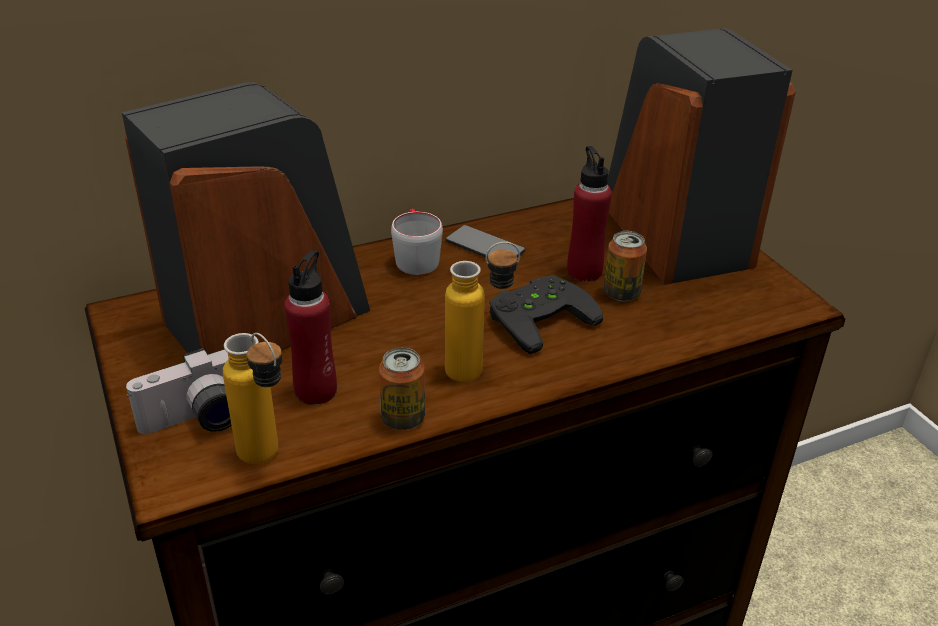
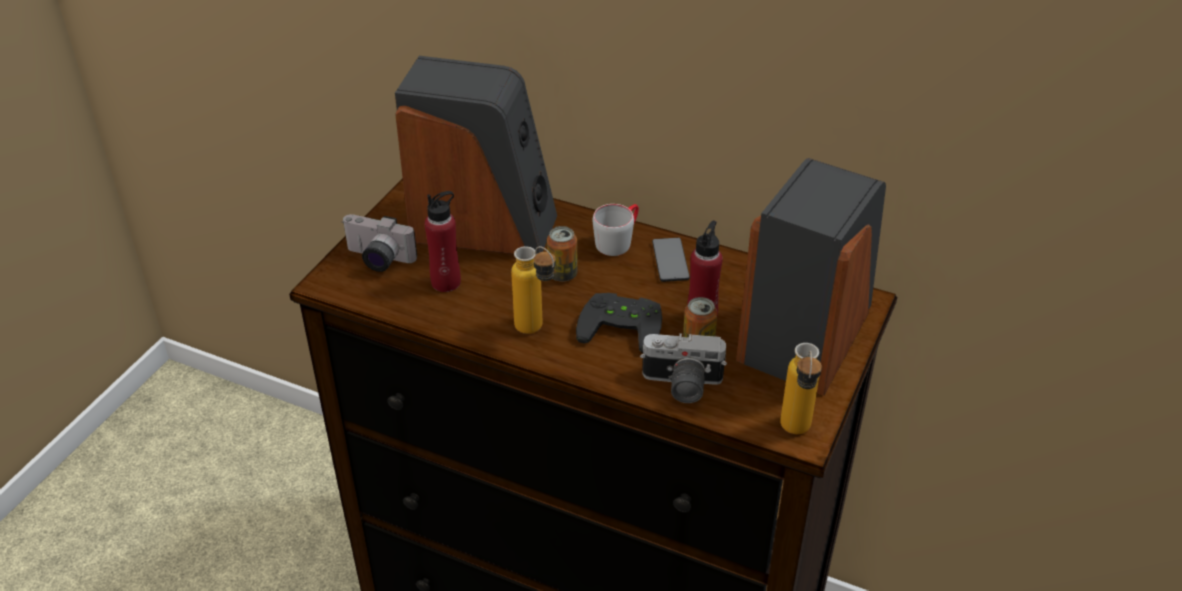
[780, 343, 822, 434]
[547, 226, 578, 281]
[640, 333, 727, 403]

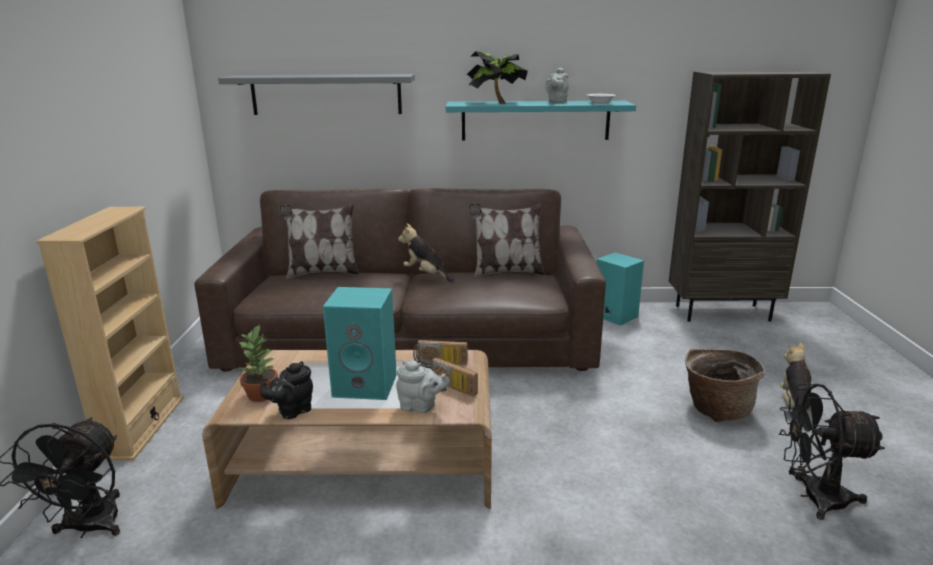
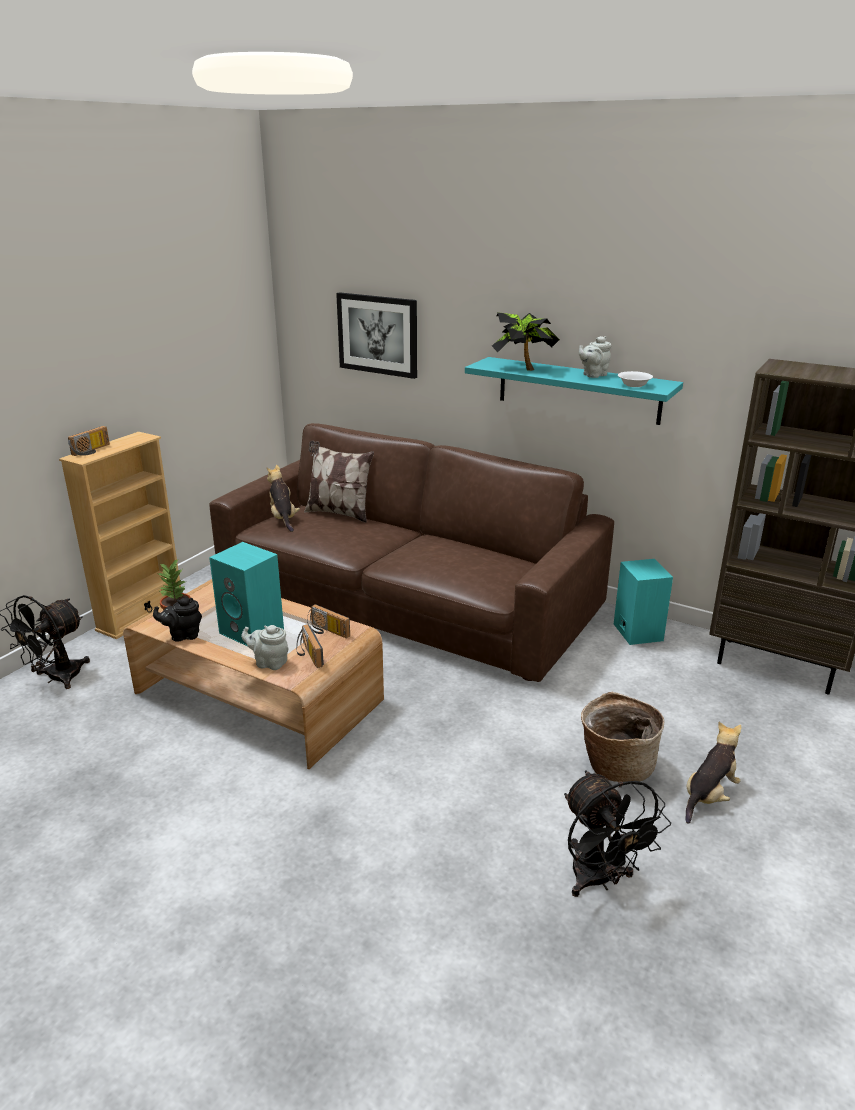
[336, 292, 417, 379]
[241, 625, 288, 670]
[267, 465, 300, 532]
[469, 203, 545, 277] (first image)
[564, 771, 671, 897]
[68, 426, 110, 456]

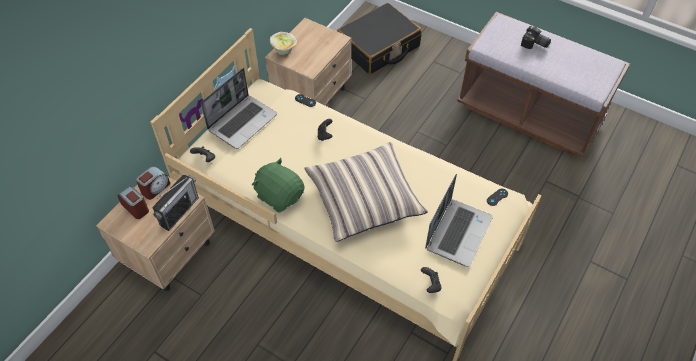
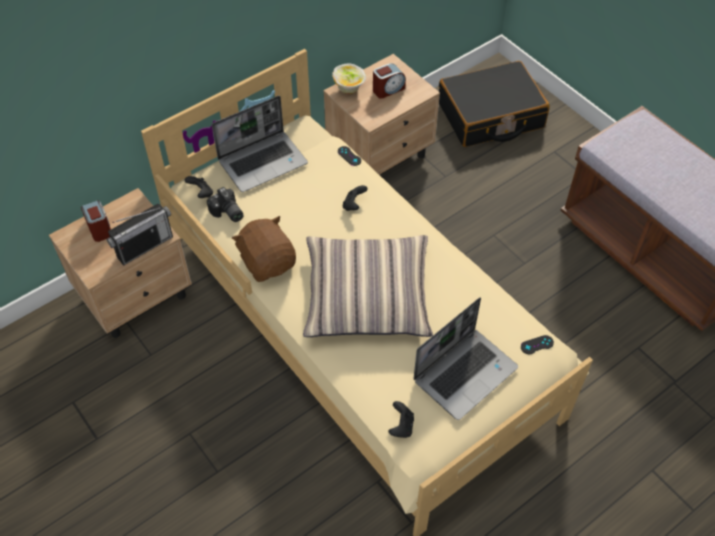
[373, 63, 406, 99]
[232, 216, 296, 282]
[207, 187, 244, 222]

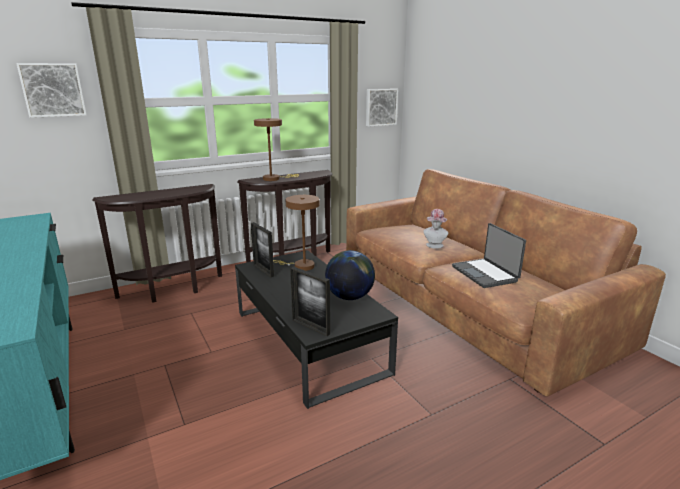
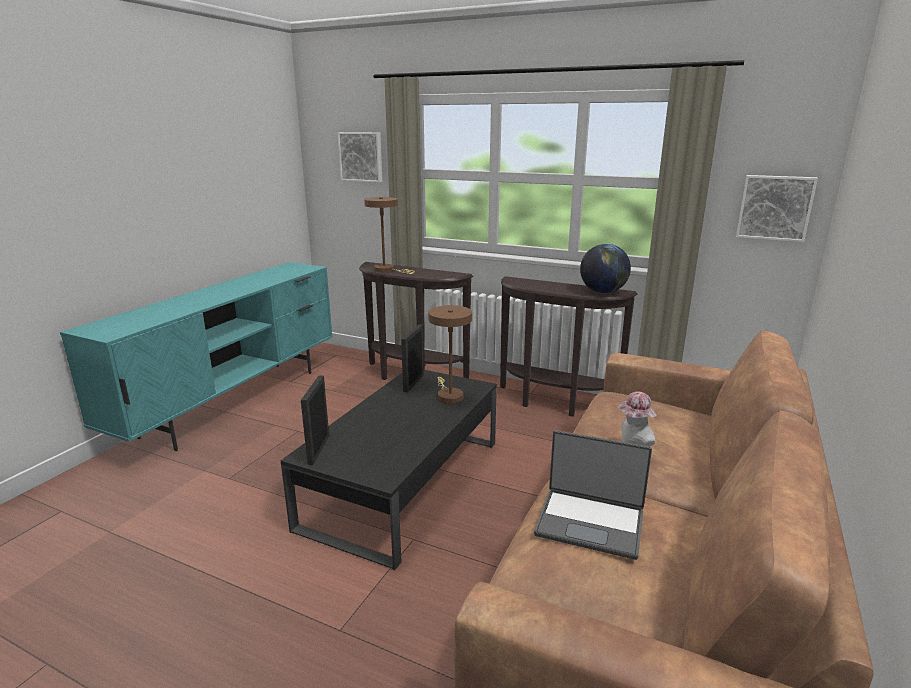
[364, 197, 415, 274]
[580, 244, 631, 293]
[534, 430, 652, 560]

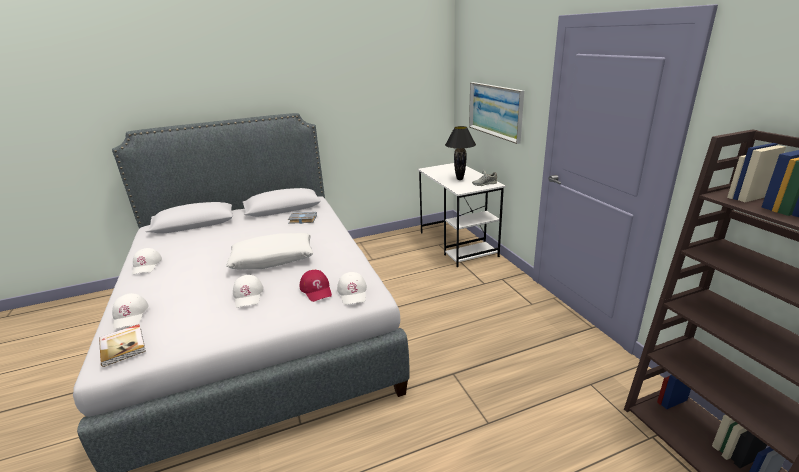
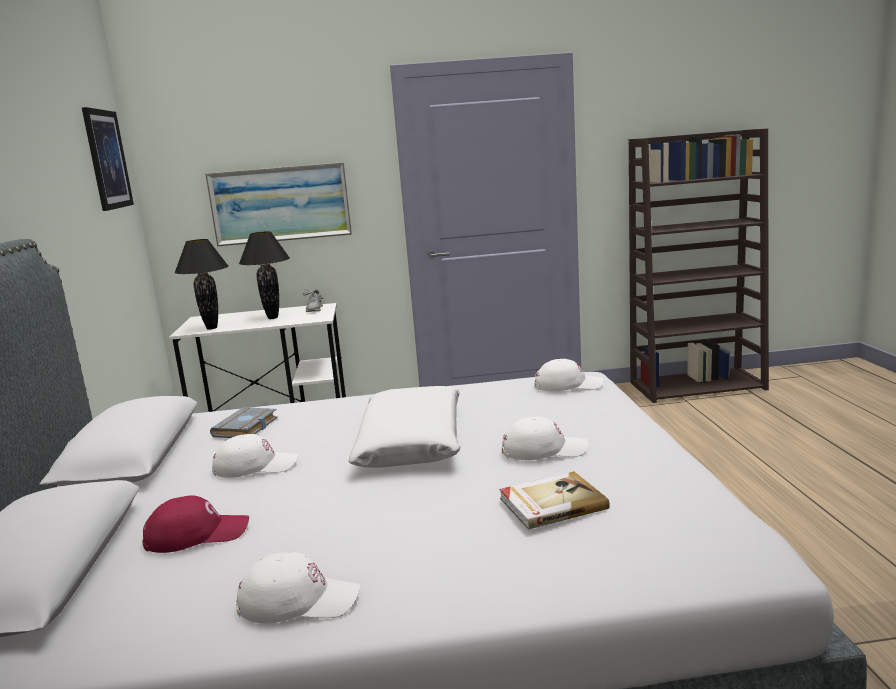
[499, 472, 610, 530]
[212, 434, 298, 478]
[142, 495, 249, 553]
[82, 107, 134, 211]
[174, 239, 228, 330]

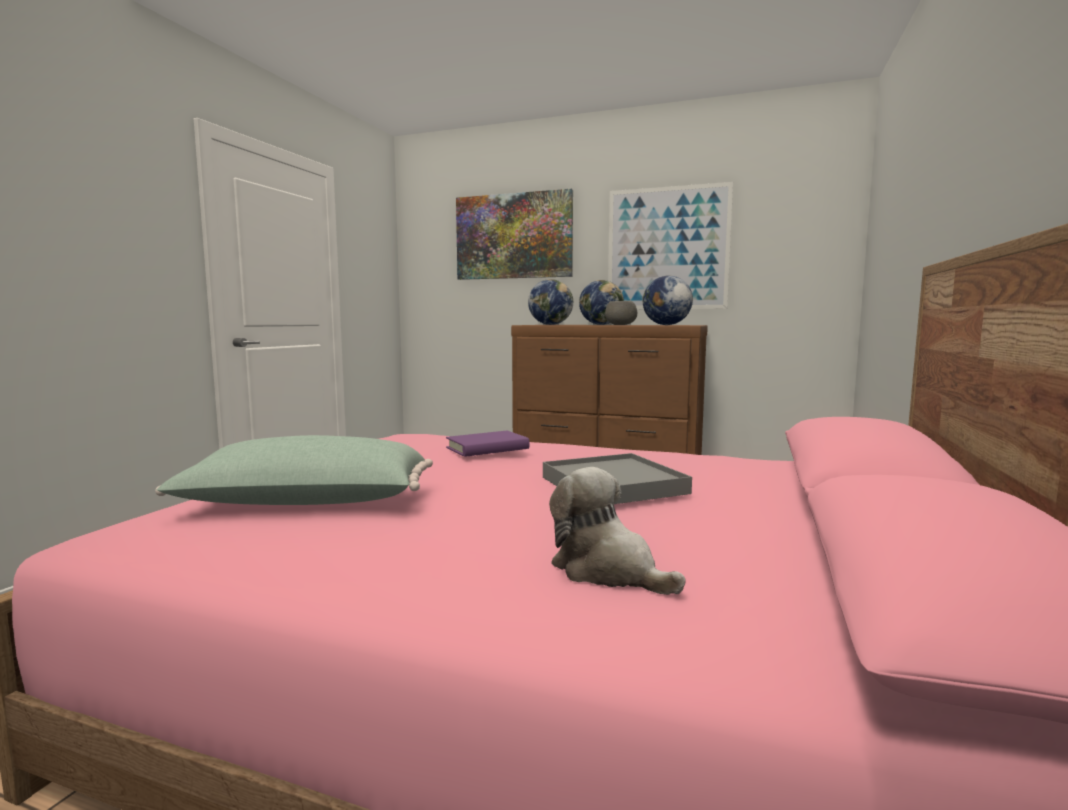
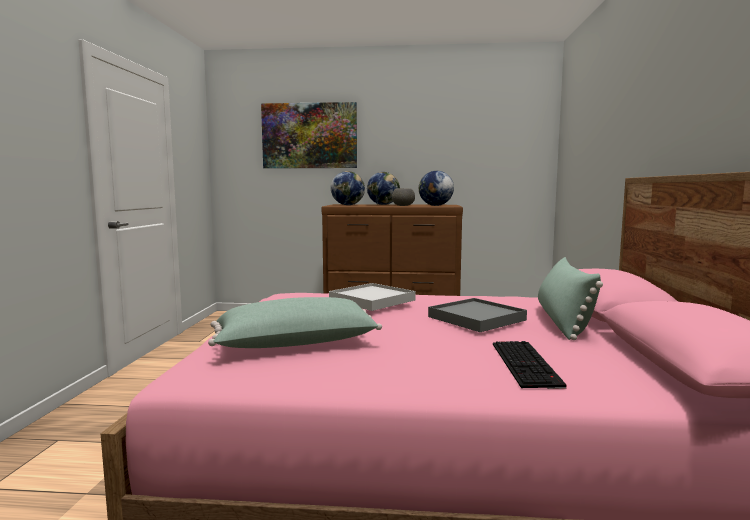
[329, 283, 416, 311]
[493, 341, 567, 389]
[608, 182, 733, 309] (first image)
[538, 257, 603, 340]

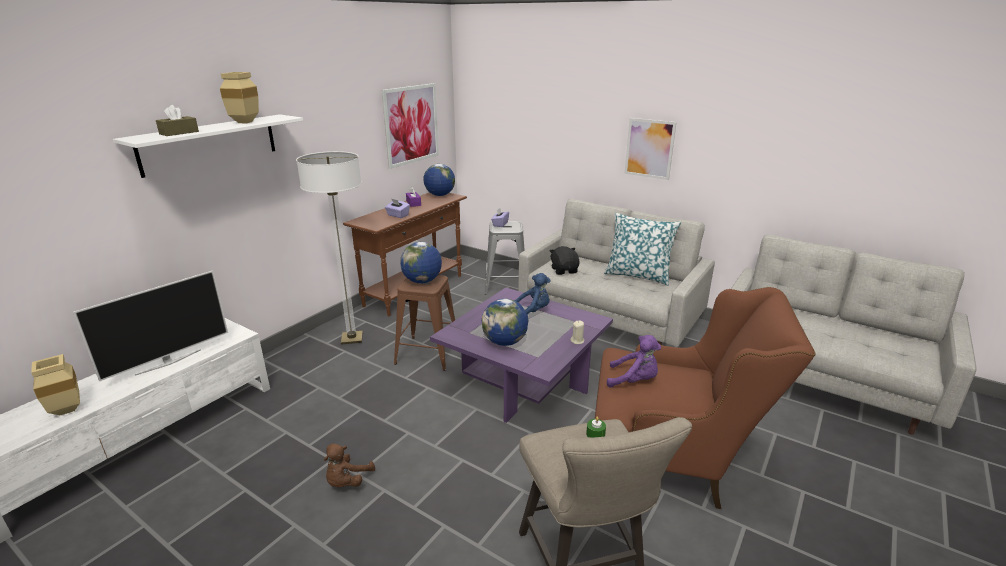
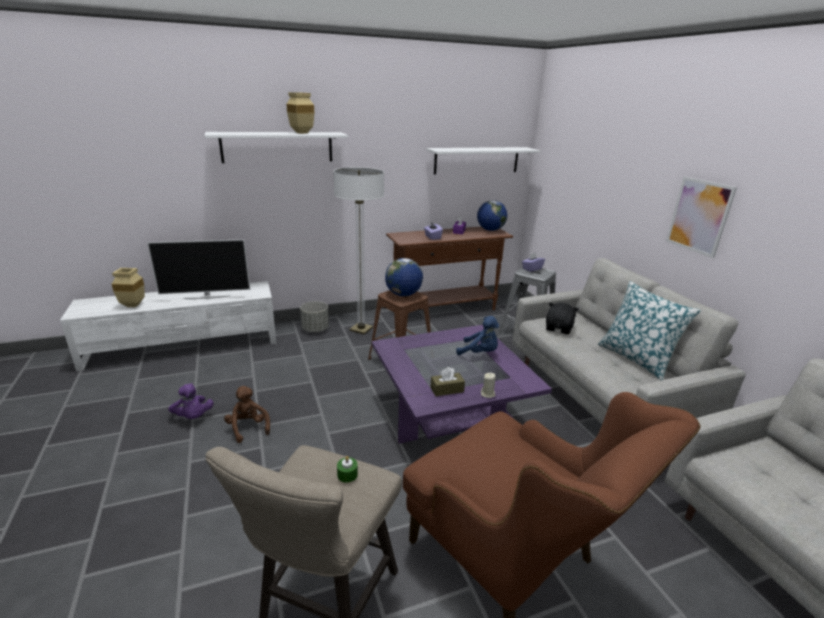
[430, 367, 465, 396]
[224, 386, 270, 443]
[426, 147, 541, 174]
[482, 299, 528, 346] (first image)
[168, 383, 214, 419]
[300, 301, 329, 332]

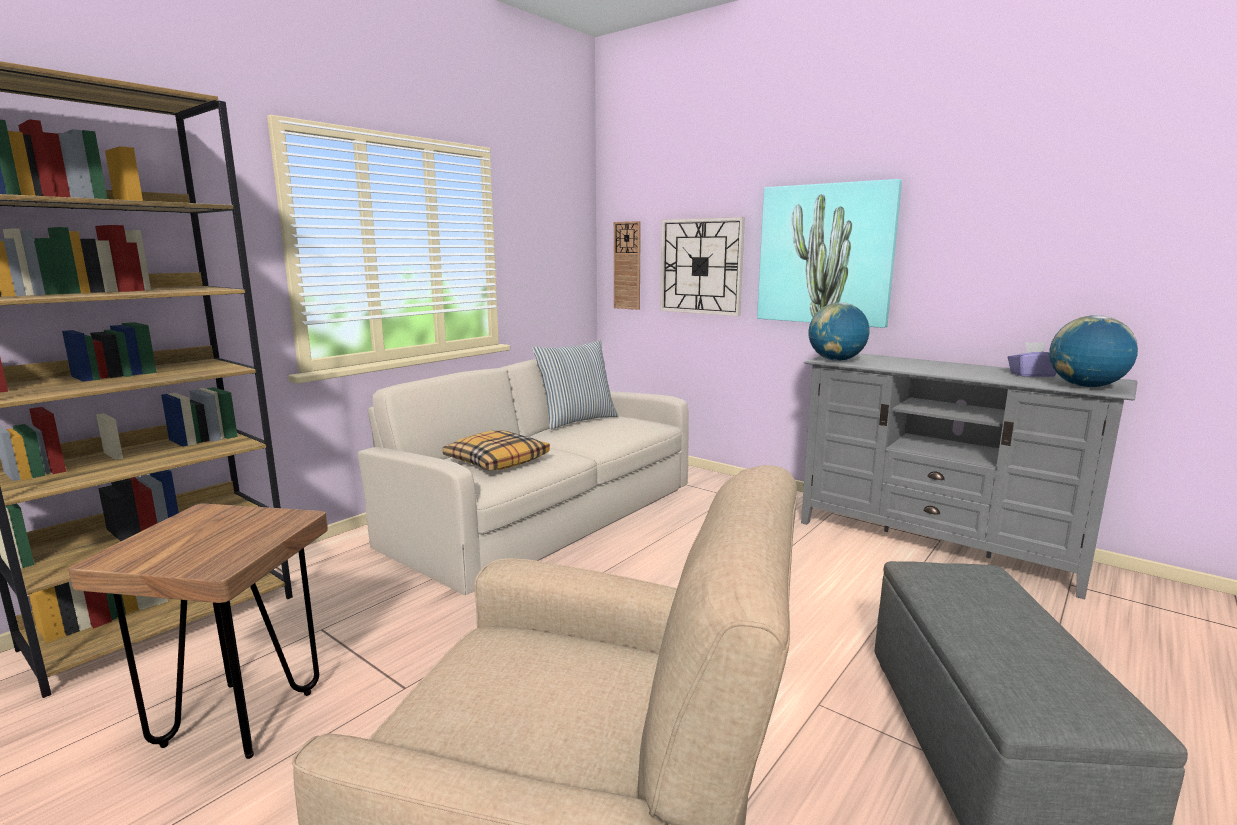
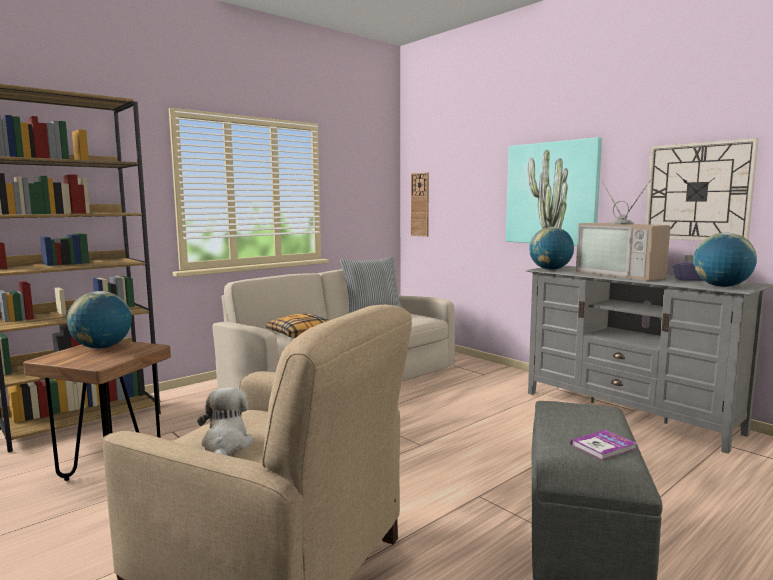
[645, 138, 759, 241]
[67, 291, 132, 349]
[197, 387, 254, 455]
[571, 430, 636, 460]
[576, 180, 670, 281]

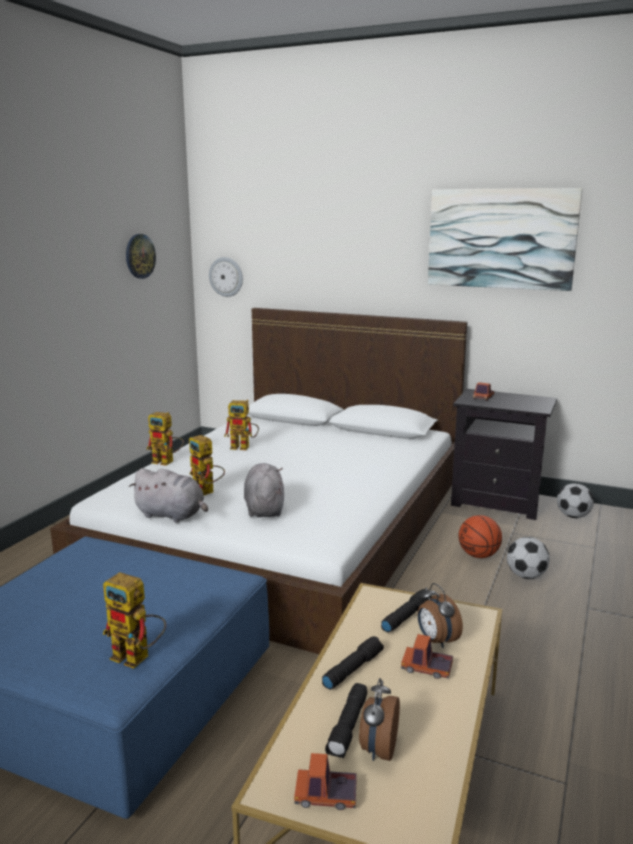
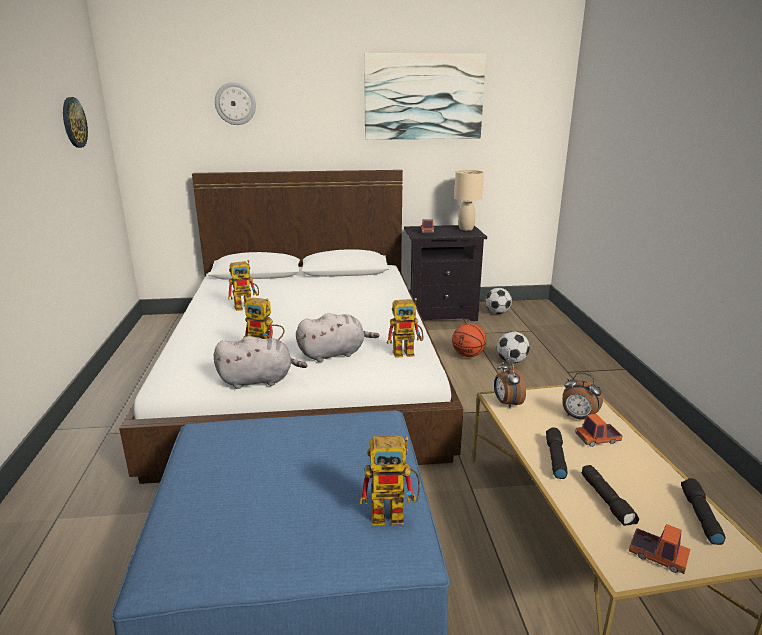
[387, 298, 423, 358]
[215, 82, 256, 125]
[296, 313, 379, 362]
[629, 524, 690, 574]
[494, 358, 526, 409]
[681, 478, 726, 545]
[454, 170, 484, 231]

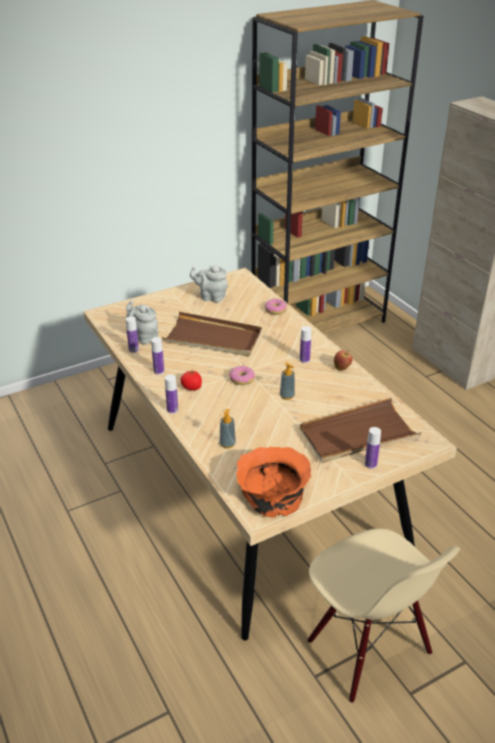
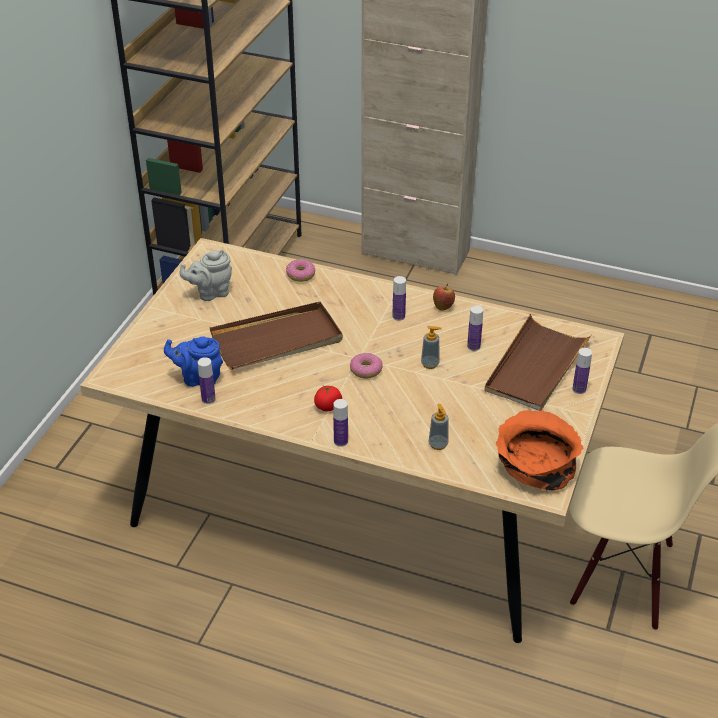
[164, 336, 223, 387]
[467, 306, 483, 351]

